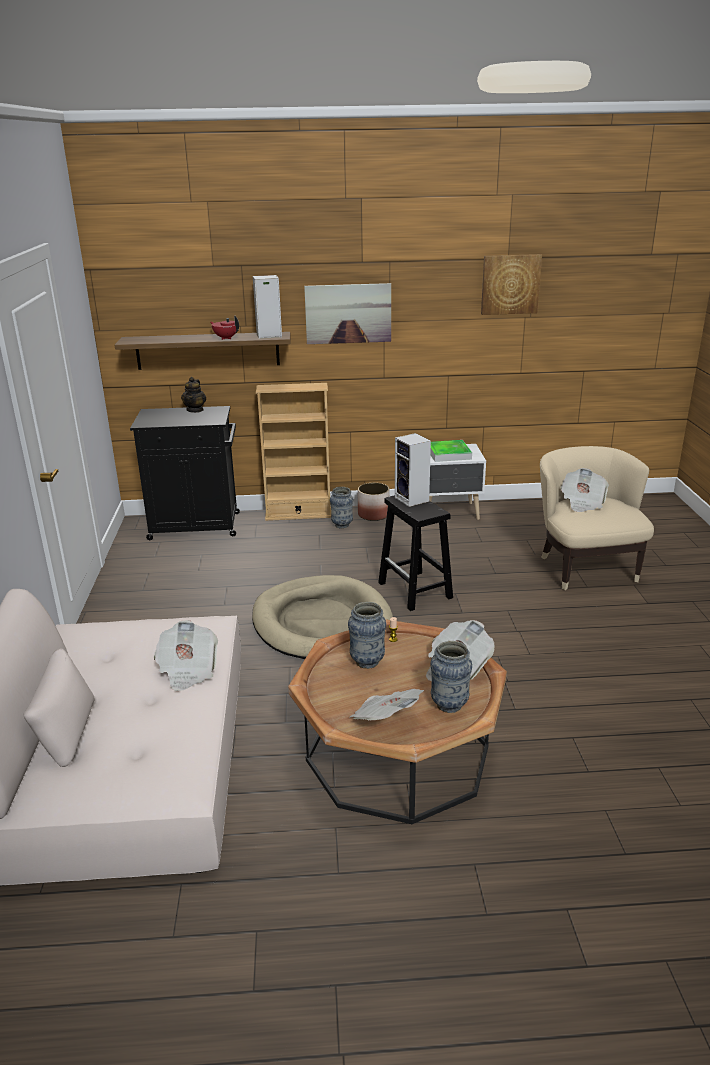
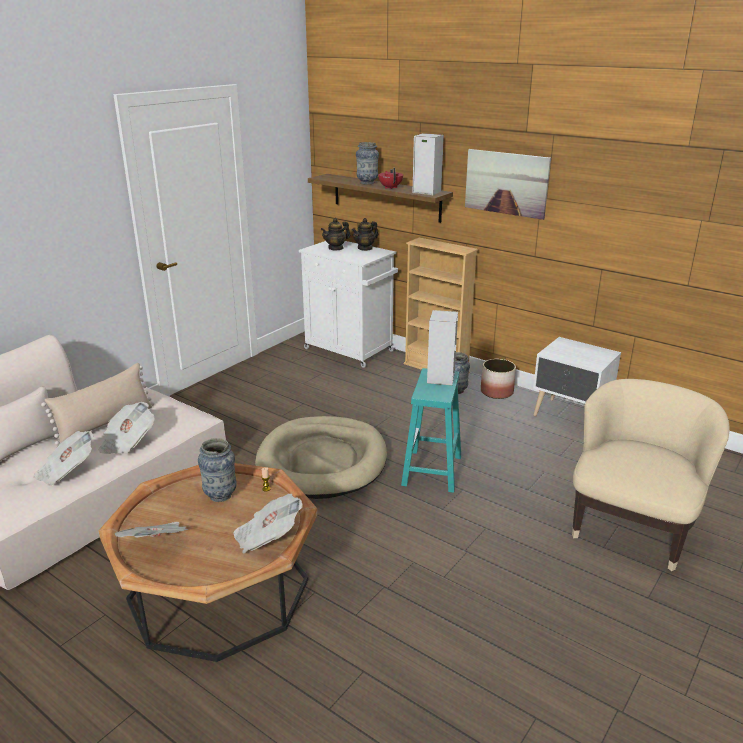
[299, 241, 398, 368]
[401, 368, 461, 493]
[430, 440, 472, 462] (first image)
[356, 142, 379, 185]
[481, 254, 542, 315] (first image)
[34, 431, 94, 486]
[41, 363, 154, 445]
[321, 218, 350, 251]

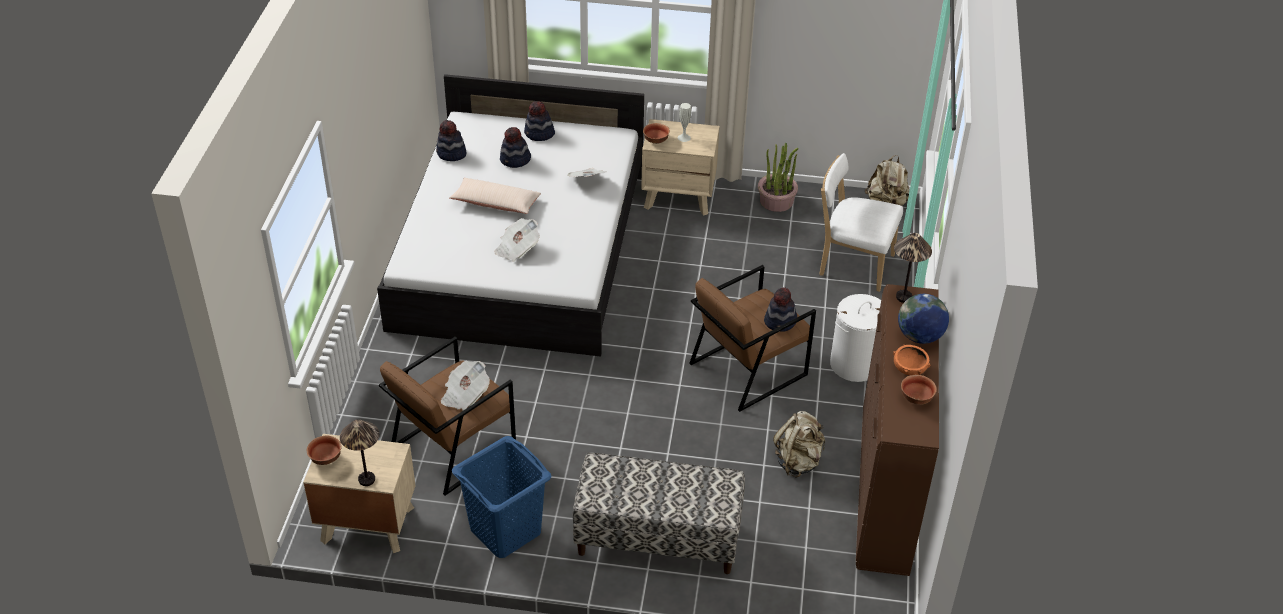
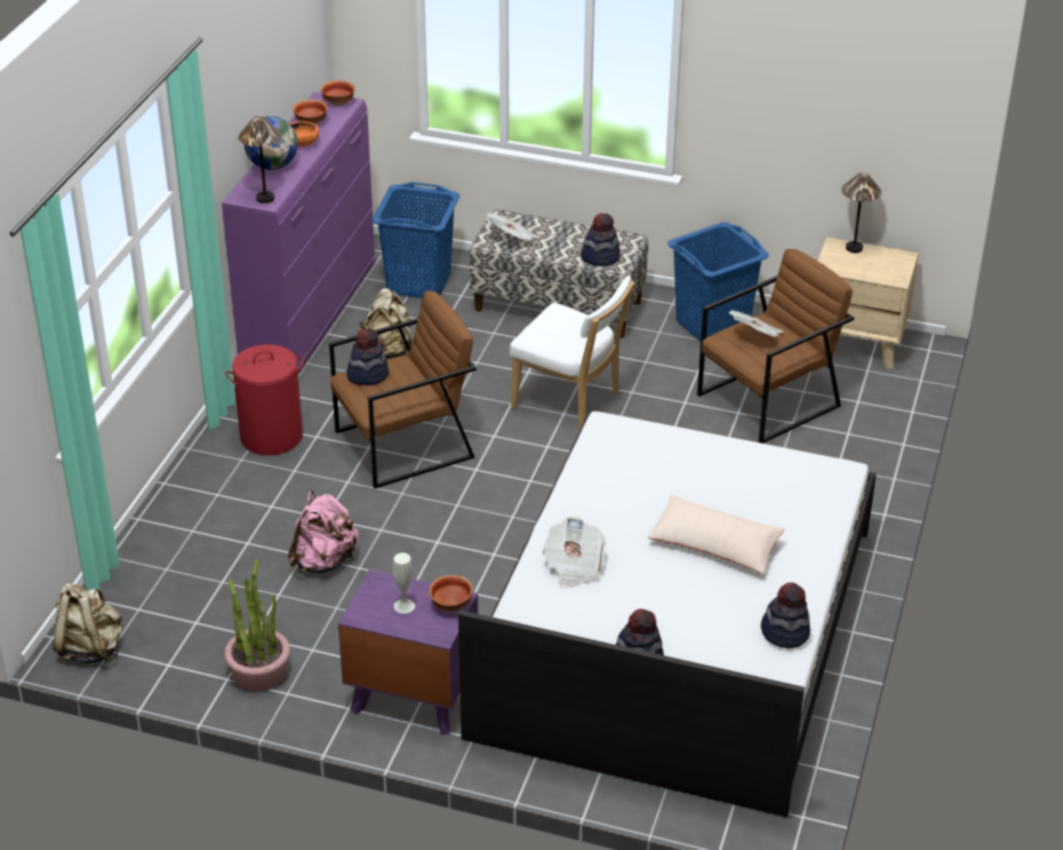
[320, 80, 355, 106]
[486, 213, 539, 240]
[580, 213, 620, 266]
[338, 569, 478, 735]
[509, 276, 635, 431]
[225, 345, 304, 455]
[222, 92, 375, 374]
[288, 491, 359, 573]
[372, 182, 460, 298]

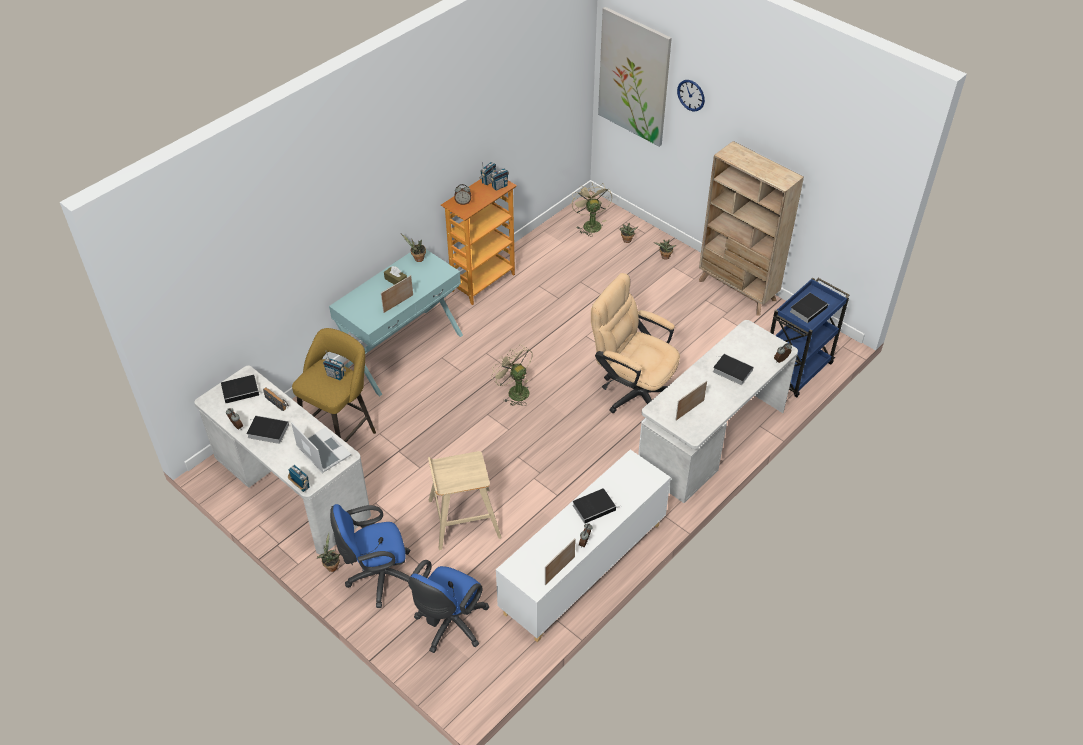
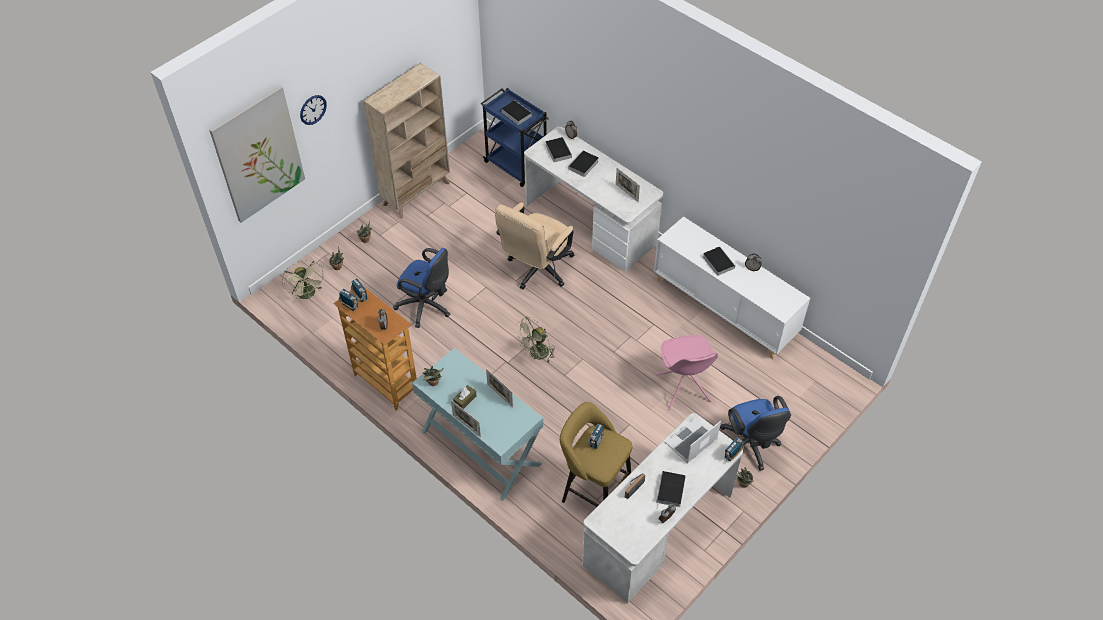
[545, 137, 572, 162]
[393, 248, 450, 328]
[656, 335, 718, 410]
[451, 400, 481, 437]
[282, 260, 324, 303]

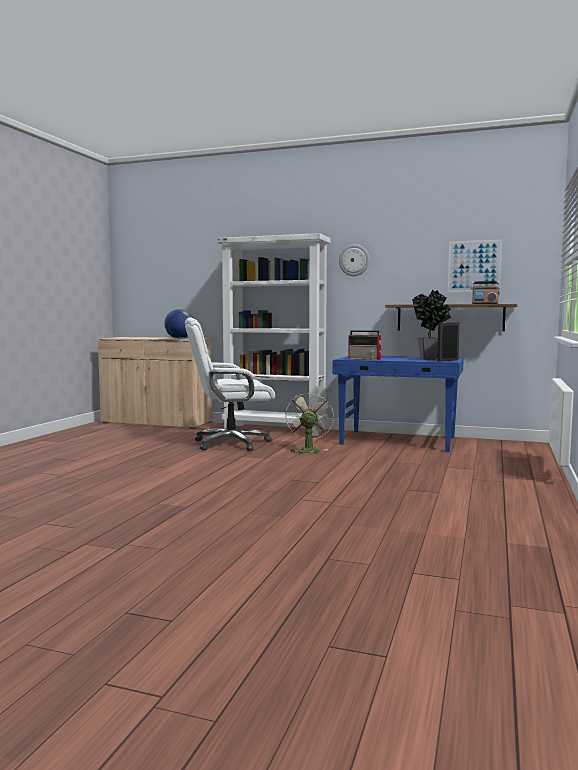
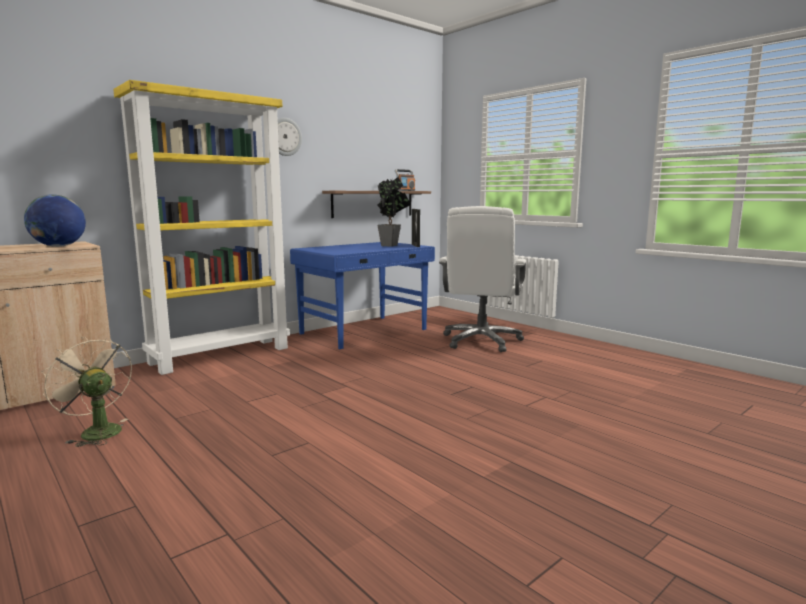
[439, 206, 526, 352]
[113, 80, 290, 375]
[41, 337, 132, 447]
[348, 330, 382, 360] (first image)
[448, 239, 502, 292] (first image)

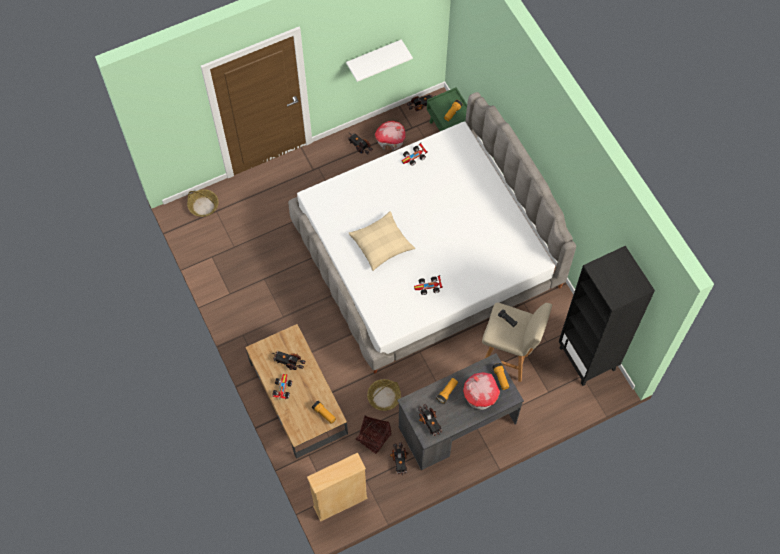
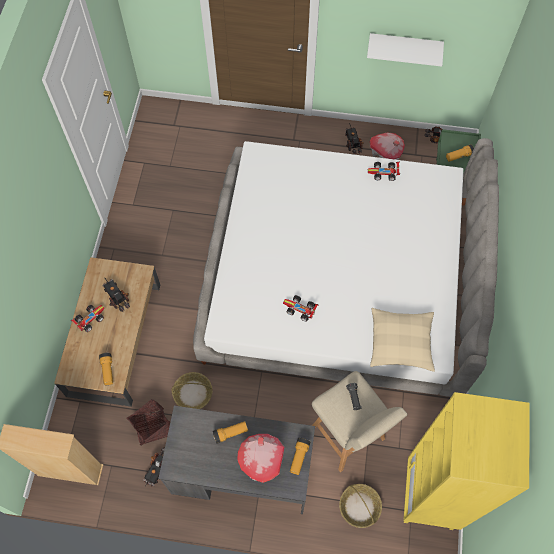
[339, 484, 382, 528]
[370, 308, 435, 372]
[418, 404, 443, 436] (first image)
[403, 392, 530, 530]

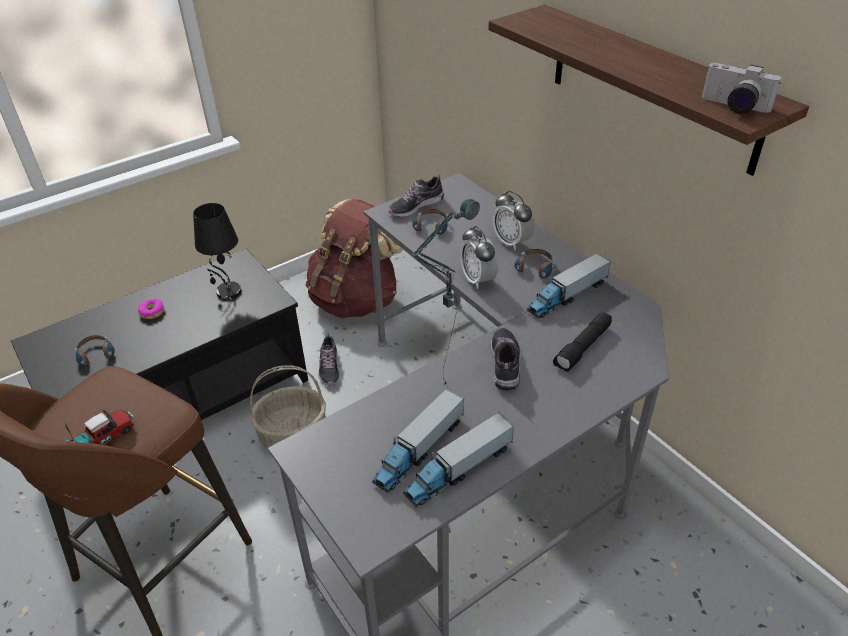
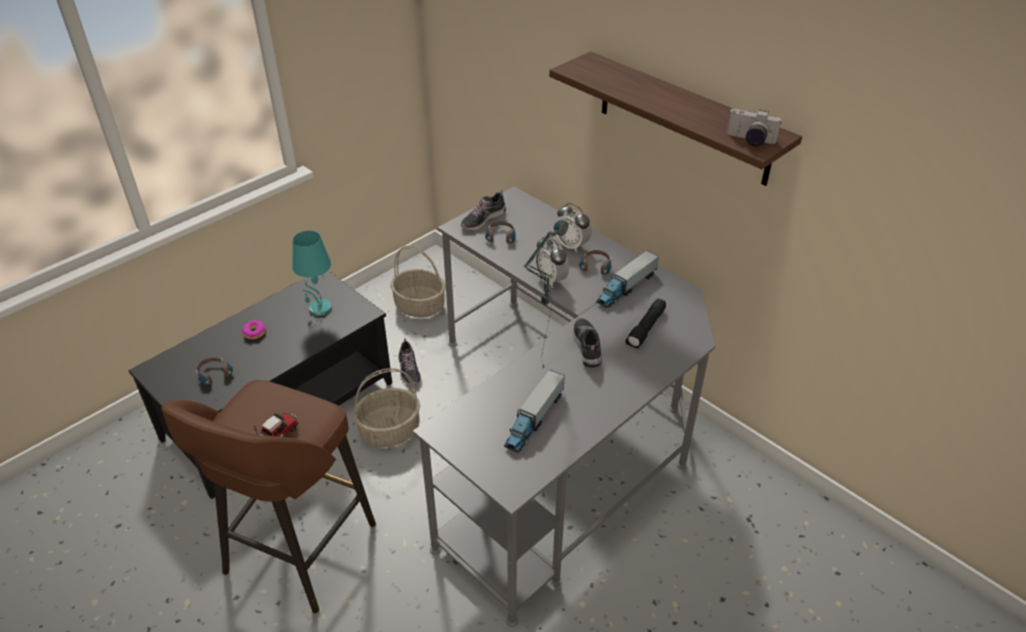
[292, 231, 332, 316]
[390, 246, 445, 318]
[403, 412, 515, 507] (first image)

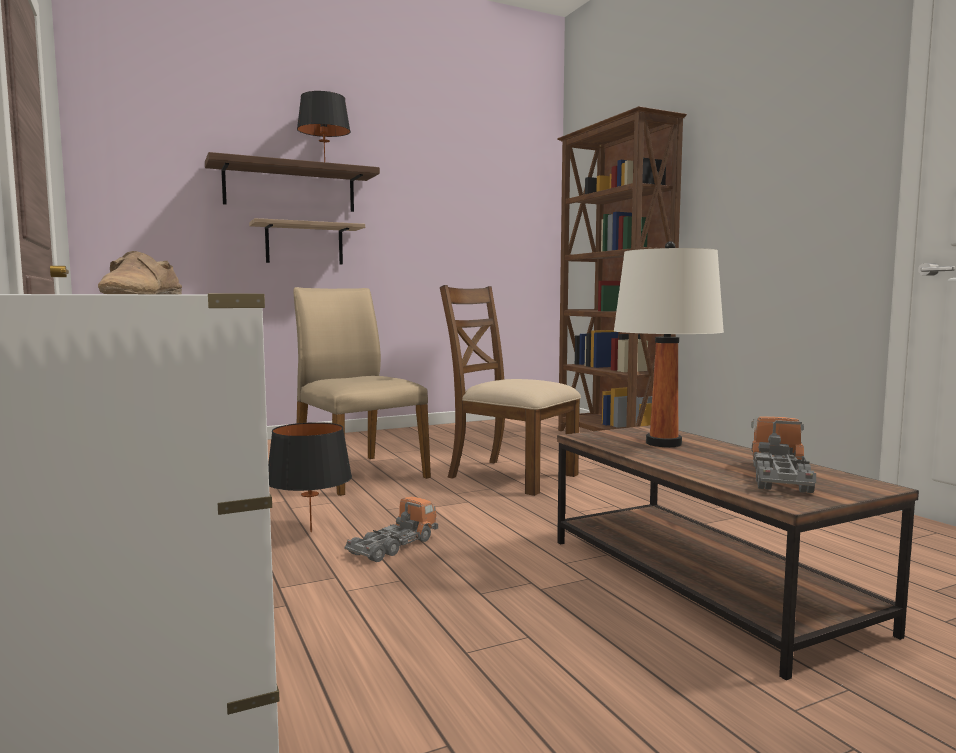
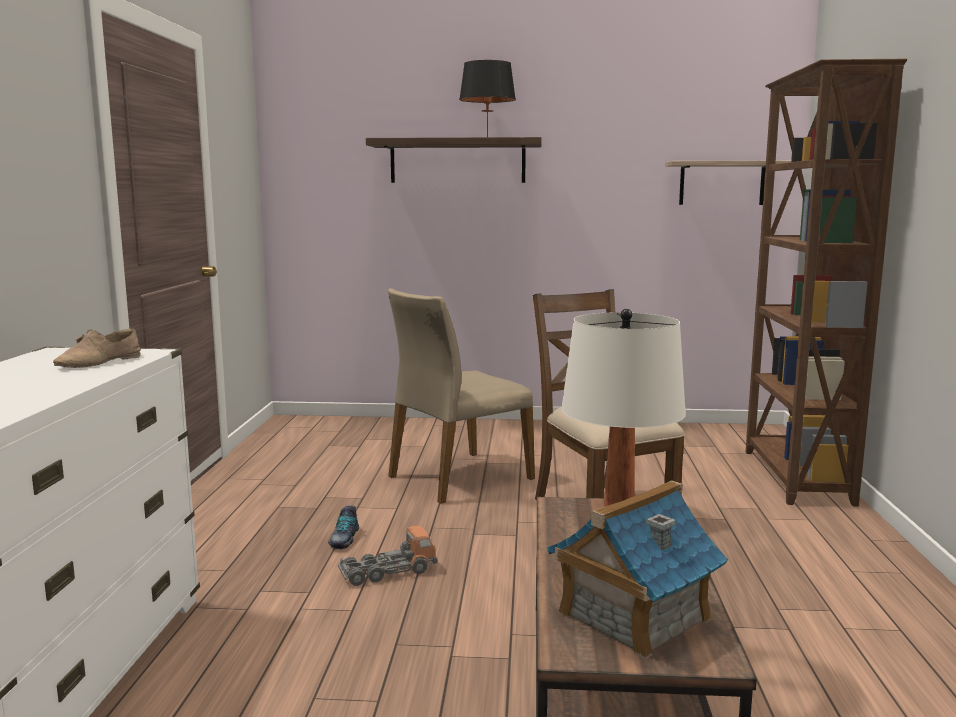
[665, 161, 791, 205]
[328, 505, 359, 549]
[388, 288, 535, 504]
[547, 480, 728, 659]

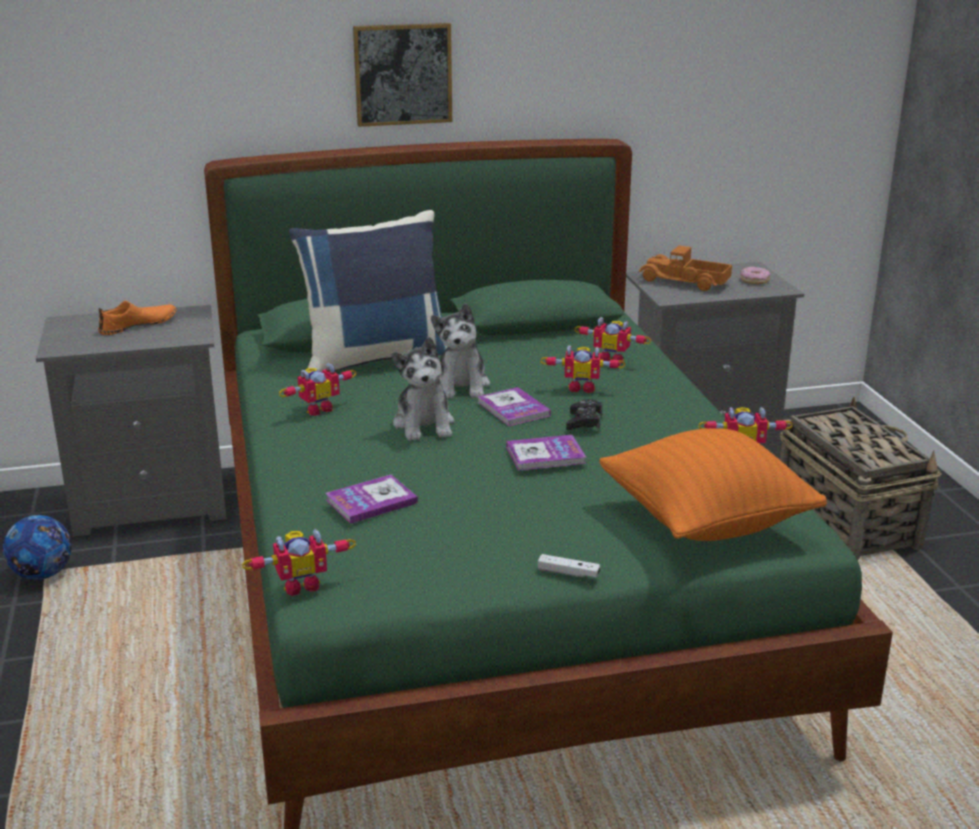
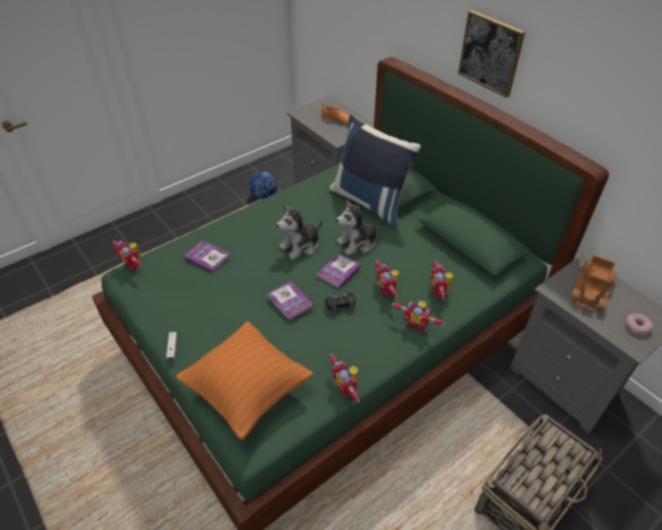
[392, 301, 445, 332]
[571, 255, 617, 311]

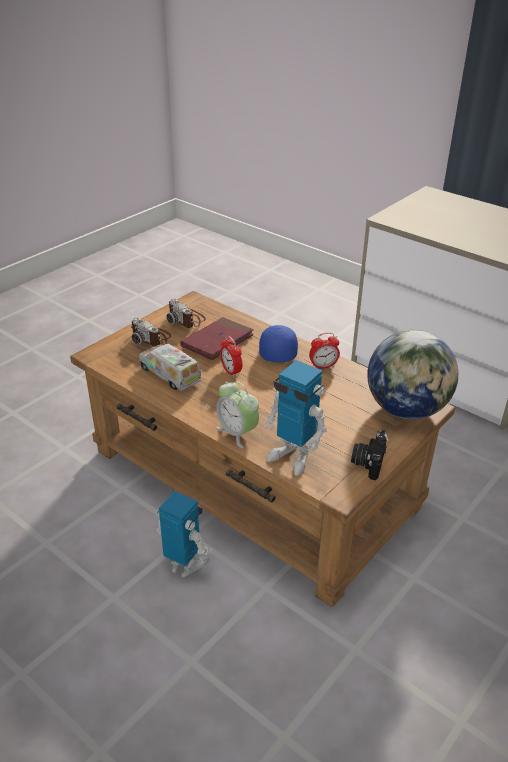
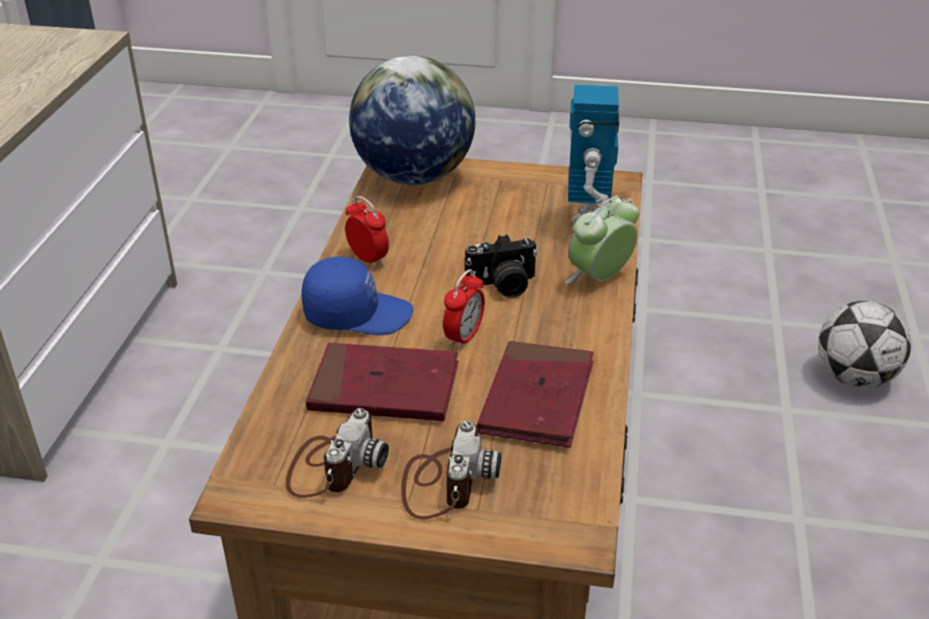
[477, 341, 594, 448]
[156, 491, 212, 577] (first image)
[565, 196, 639, 284]
[301, 257, 413, 335]
[465, 234, 538, 298]
[818, 301, 911, 388]

